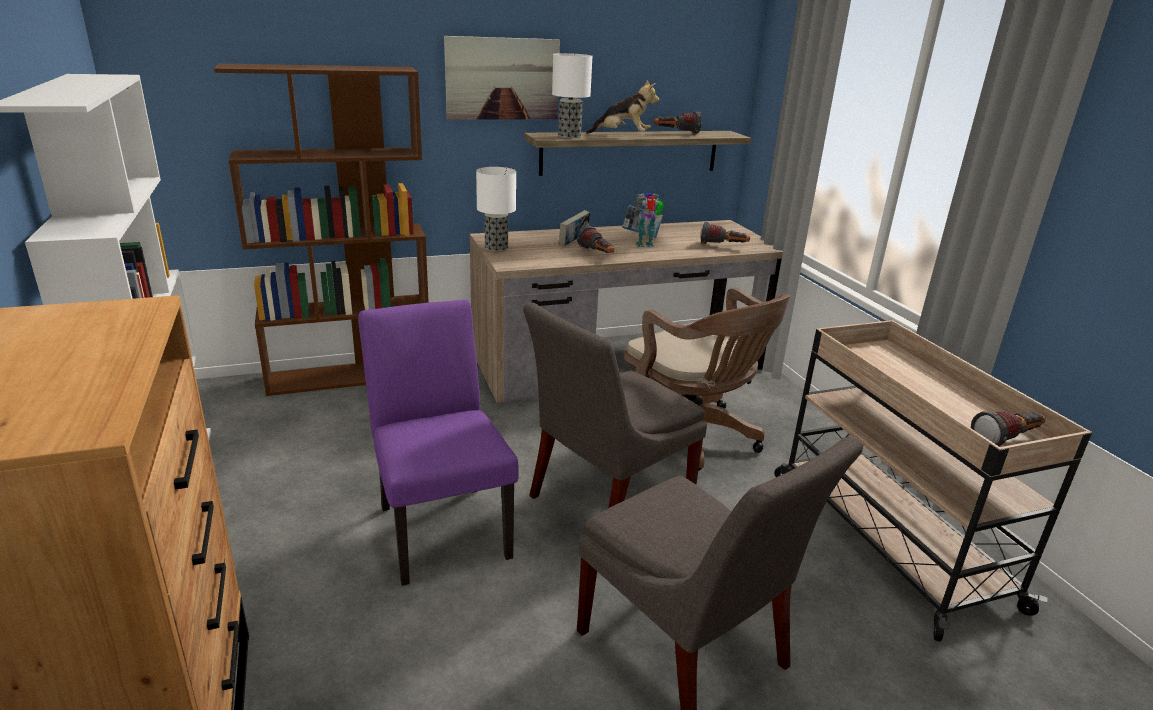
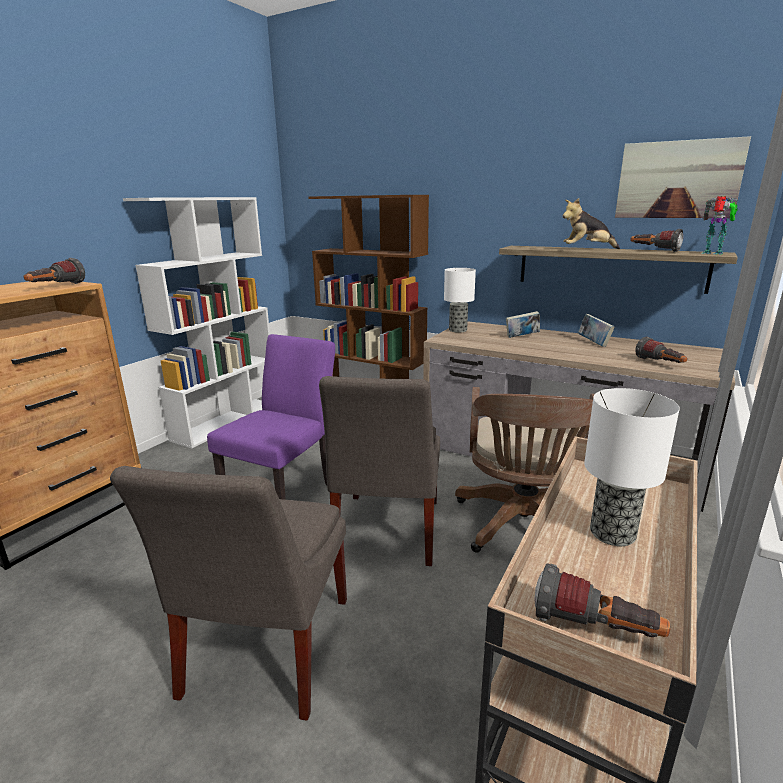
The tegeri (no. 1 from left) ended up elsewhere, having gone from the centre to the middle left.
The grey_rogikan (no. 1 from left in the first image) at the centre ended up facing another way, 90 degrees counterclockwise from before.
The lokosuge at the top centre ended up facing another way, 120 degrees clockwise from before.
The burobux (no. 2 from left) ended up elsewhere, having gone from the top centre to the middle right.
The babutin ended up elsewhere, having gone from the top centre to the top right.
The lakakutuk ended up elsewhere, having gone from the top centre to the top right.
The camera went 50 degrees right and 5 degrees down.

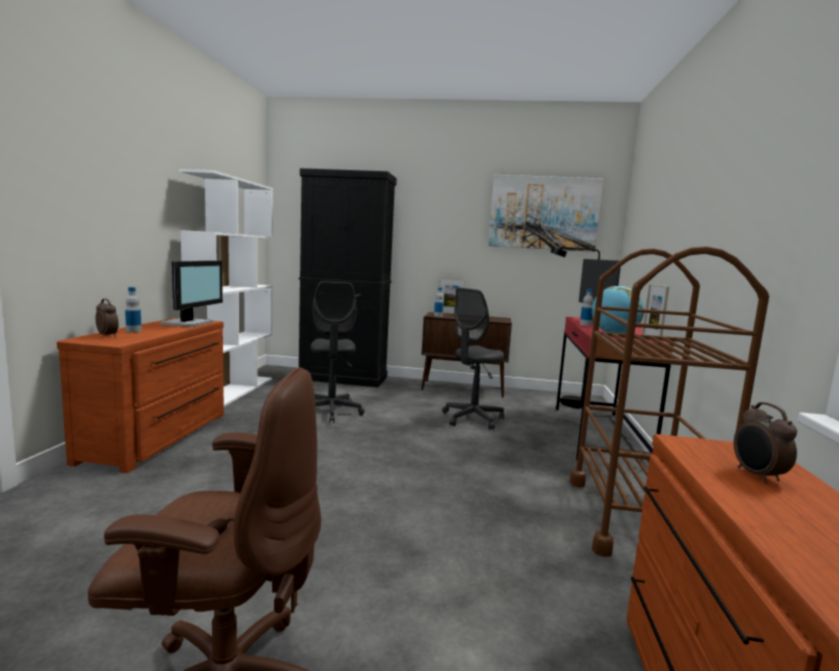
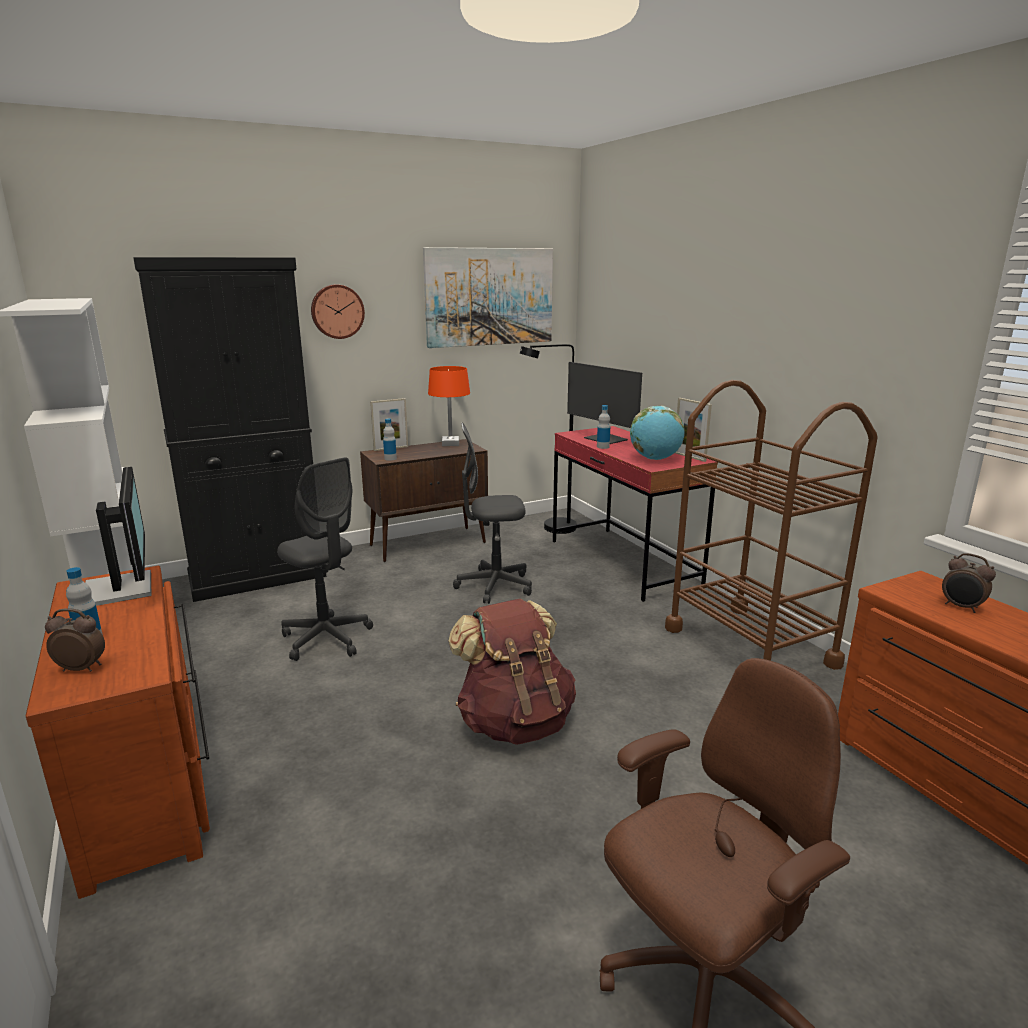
The second view gained the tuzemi at the top left.
The second view gained the orange_burobux at the centre.
The second view gained the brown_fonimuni at the centre.
The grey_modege (no. 2 from left) at the centre ended up facing another way, 75 degrees clockwise from before.
The camera went 35 degrees left and 10 degrees up.

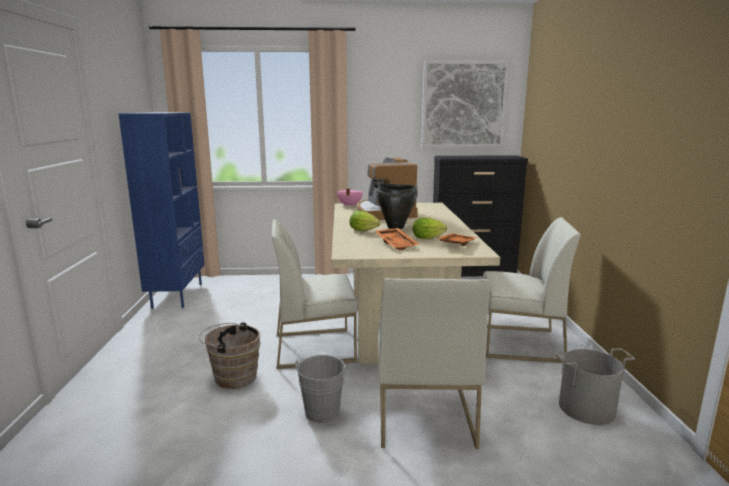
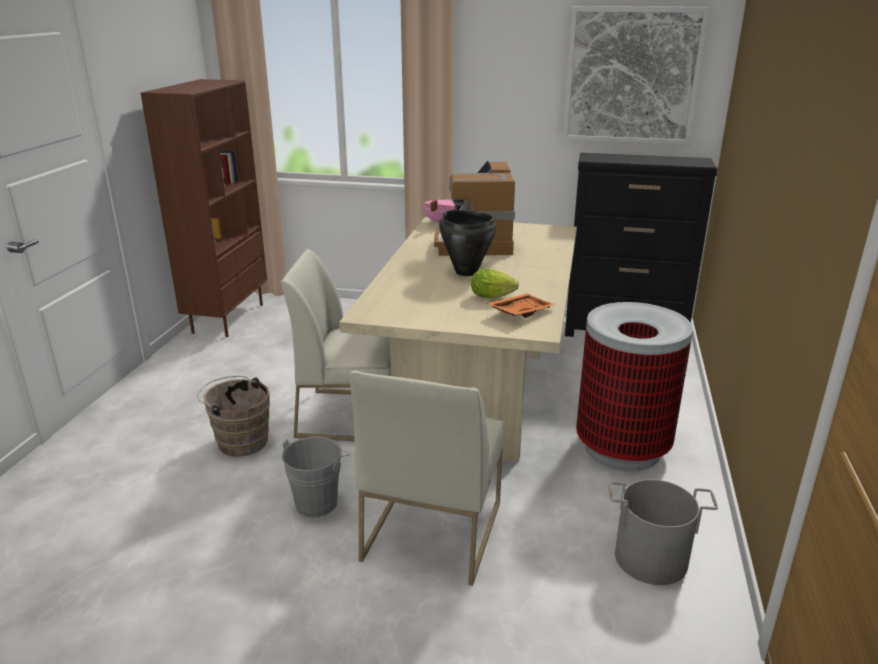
What was the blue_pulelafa at the middle left turned into the brown_pulelafa at the top left.
Where the white_rogikan (no. 3 from left) stood at the middle right, the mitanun came to stand at the middle right.
The second view lost the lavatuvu (no. 1 from left) at the centre.
The second view lost the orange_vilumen (no. 1 from left) at the centre.
The camera went 15 degrees right and 10 degrees up.

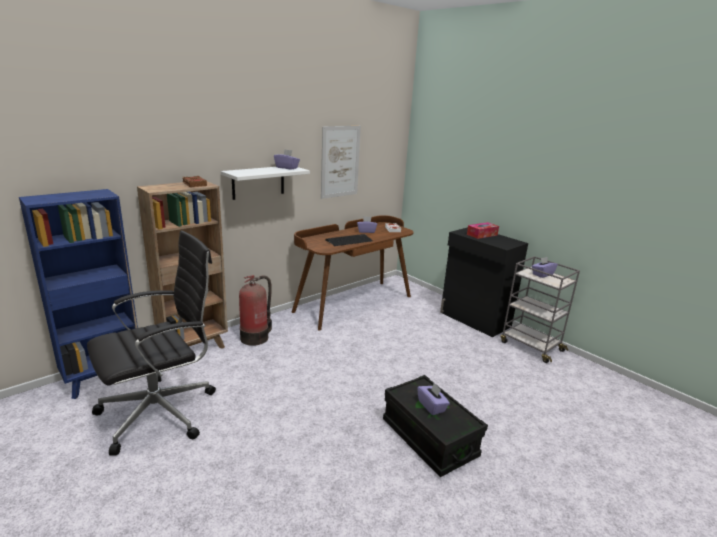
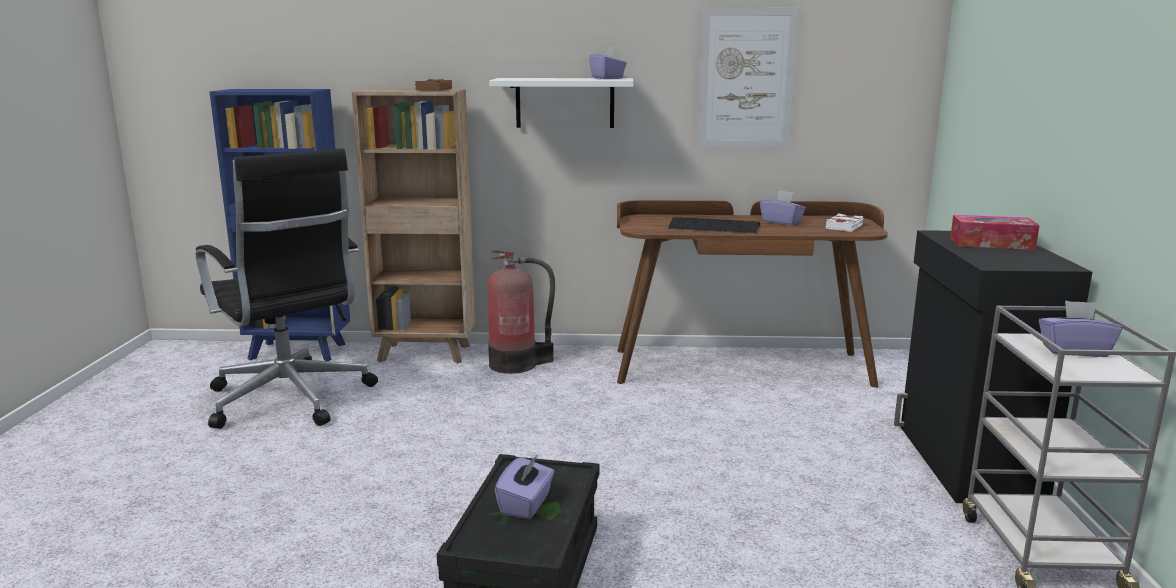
The black_modege at the middle left ended up facing another way, 45 degrees clockwise from before.
The camera went 45 degrees right and 5 degrees down.

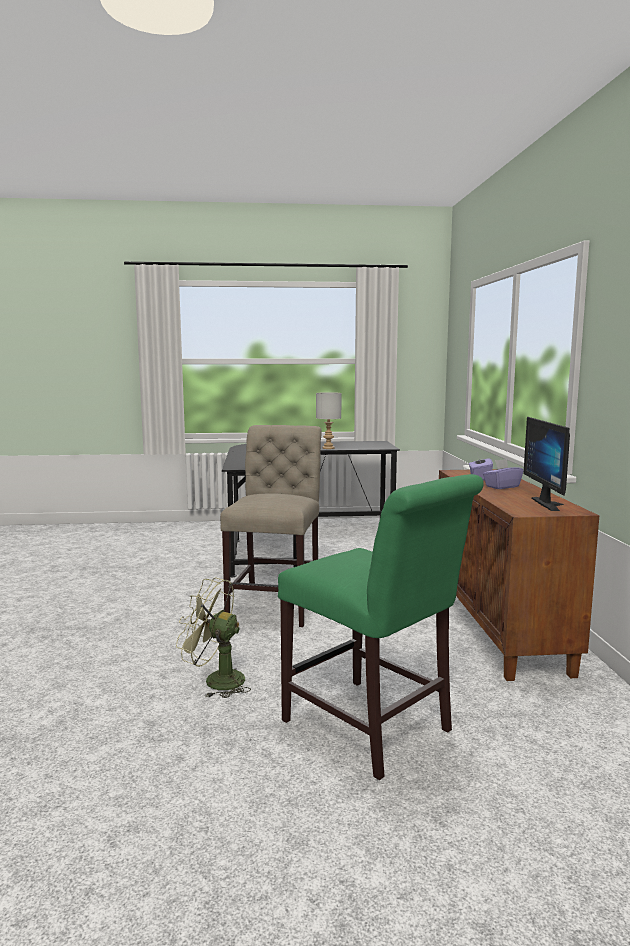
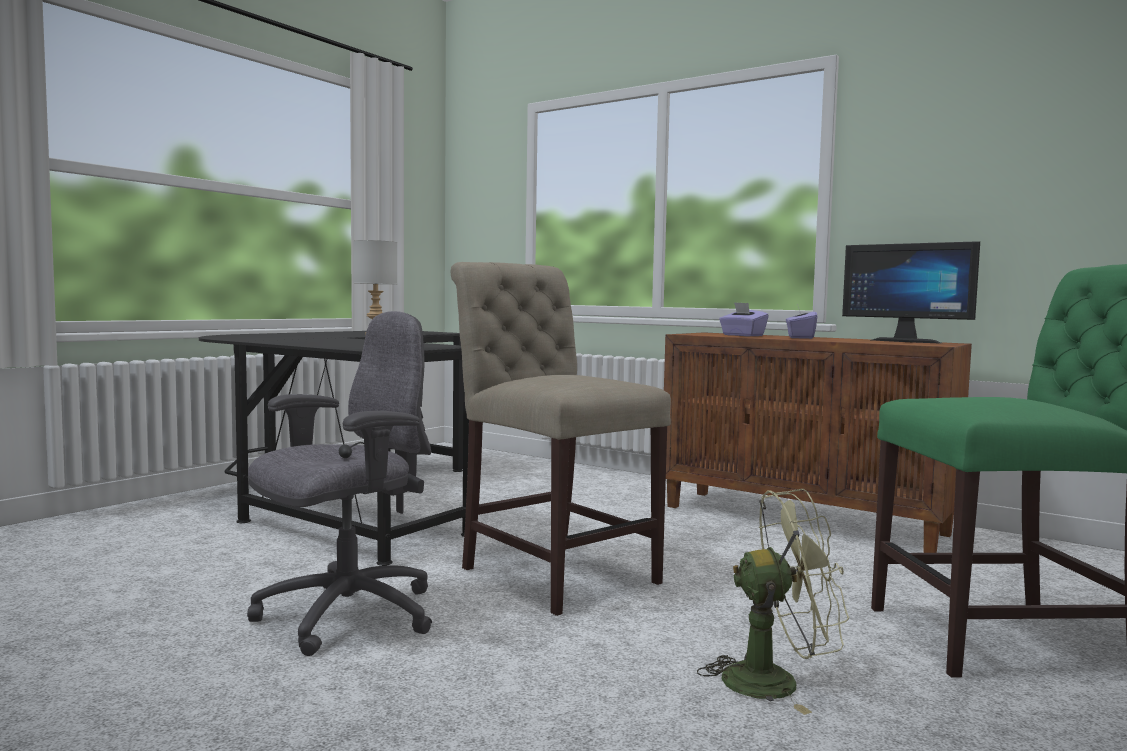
The second view gained the grey_modege at the middle left.
The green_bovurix at the bottom centre ended up facing another way, 150 degrees counterclockwise from before.
The camera went 50 degrees left and 5 degrees down.

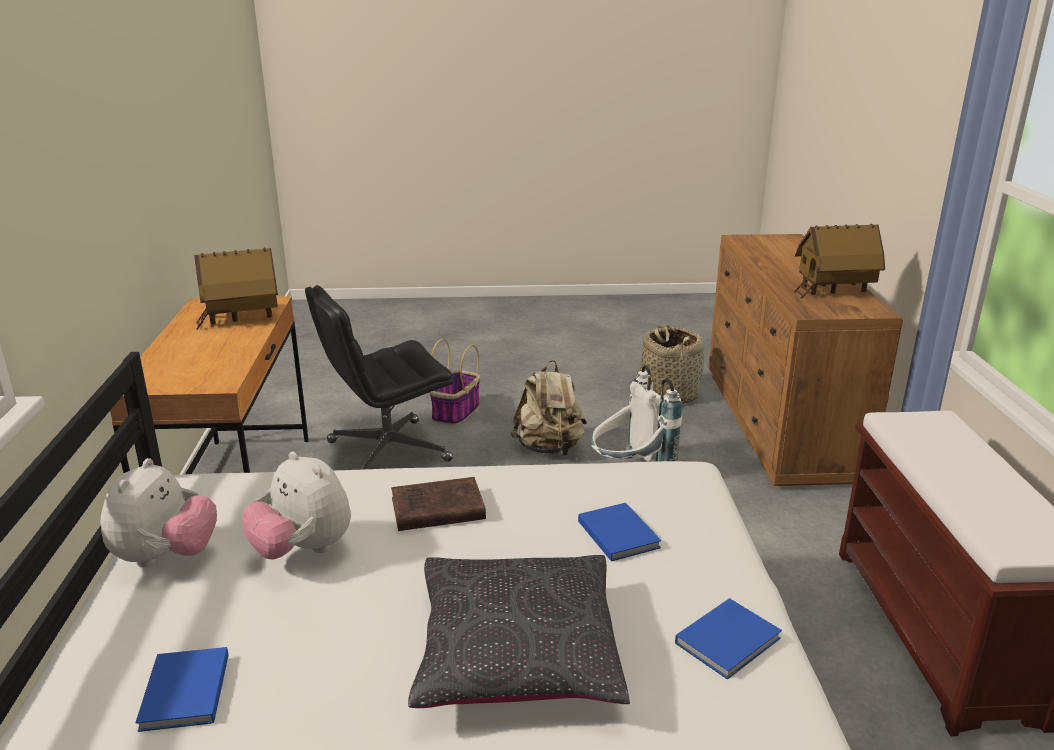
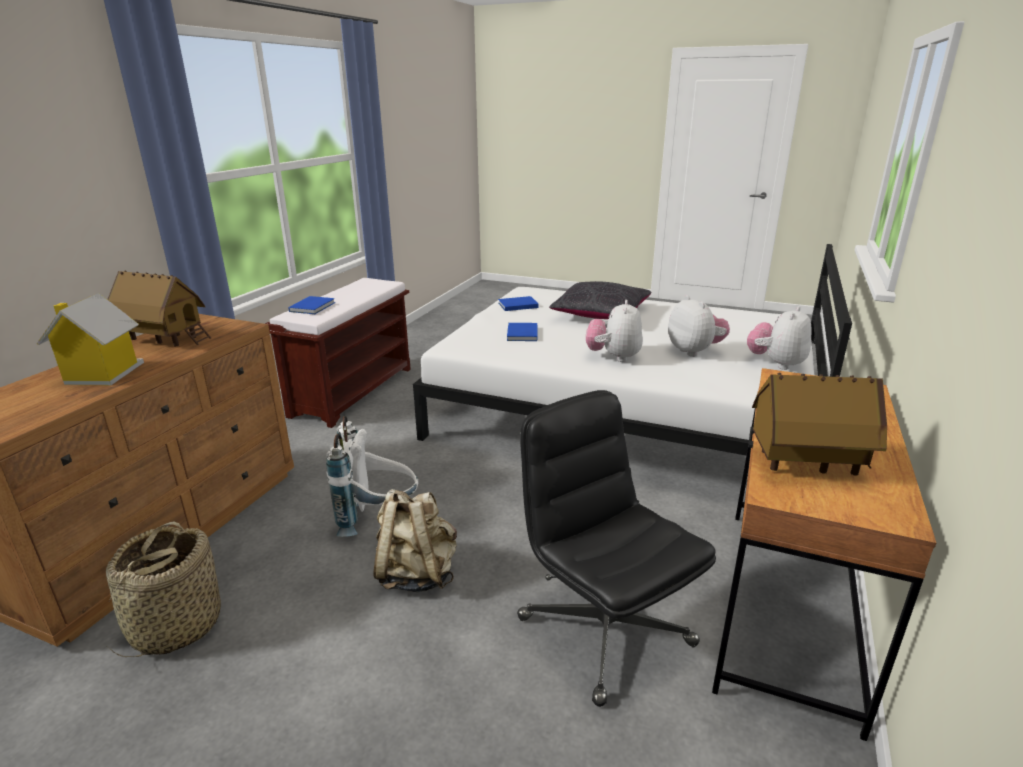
The second view gained the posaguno (no. 1 from left) at the middle left.
The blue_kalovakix (no. 1 from left) ended up elsewhere, having gone from the bottom left to the middle left.
The black_modege at the centre ended up facing another way, 120 degrees counterclockwise from before.
Where the brown_kalovakix stood at the bottom centre, the lokosuge (no. 1 from left) came to stand at the centre.
The second view lost the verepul (no. 1 from left) at the centre.
The camera went 155 degrees left and 0 degrees up.

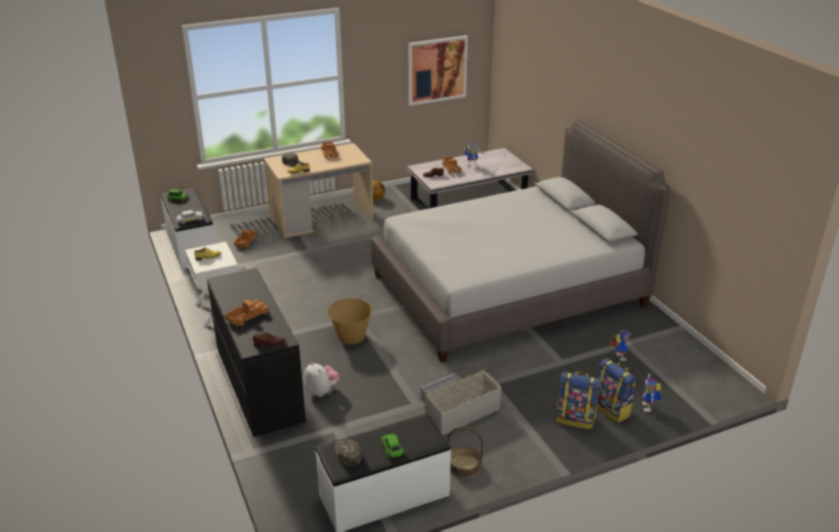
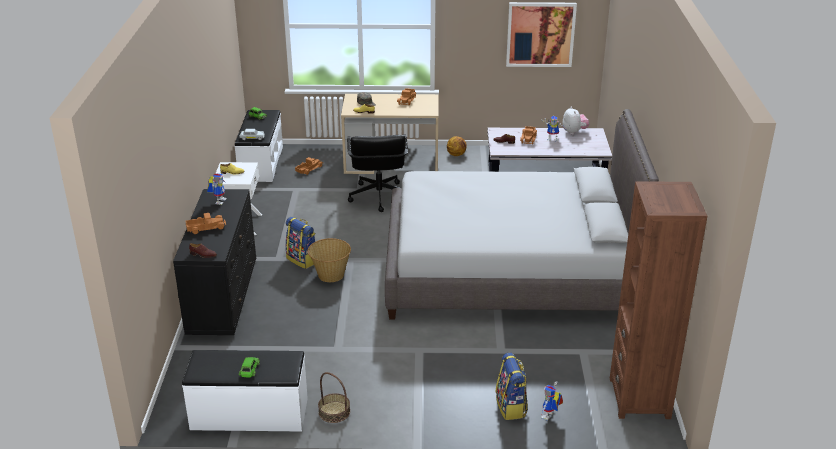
The lakakutuk (no. 2 from left in the first image) ended up elsewhere, having gone from the middle right to the middle left.
The fonimuni (no. 1 from left) ended up elsewhere, having gone from the bottom right to the centre.
The second view gained the black_modege at the centre.
The lokosuge ended up elsewhere, having gone from the bottom centre to the top right.
The second view gained the brown_pulelafa at the bottom right.
The second view lost the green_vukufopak (no. 2 from left) at the bottom centre.
The second view lost the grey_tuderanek at the bottom centre.
The camera went 25 degrees right and 0 degrees up.

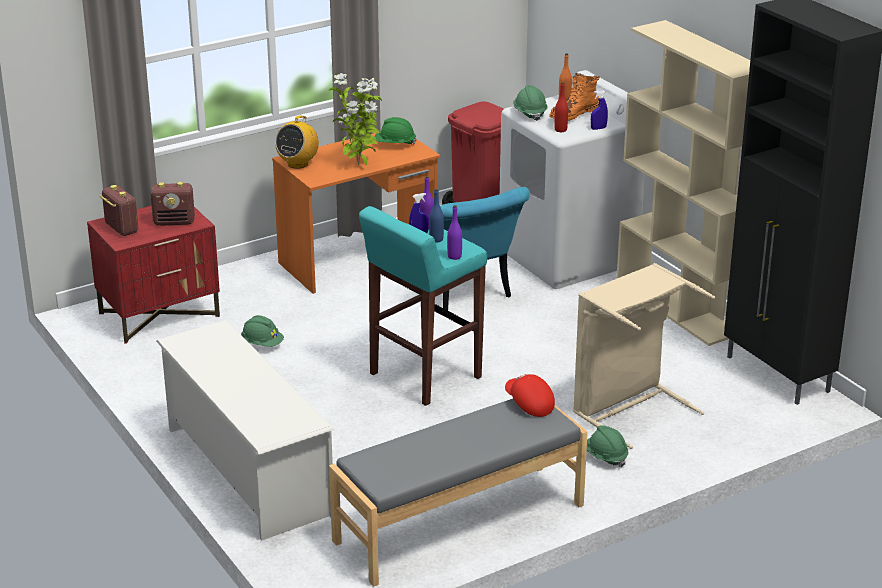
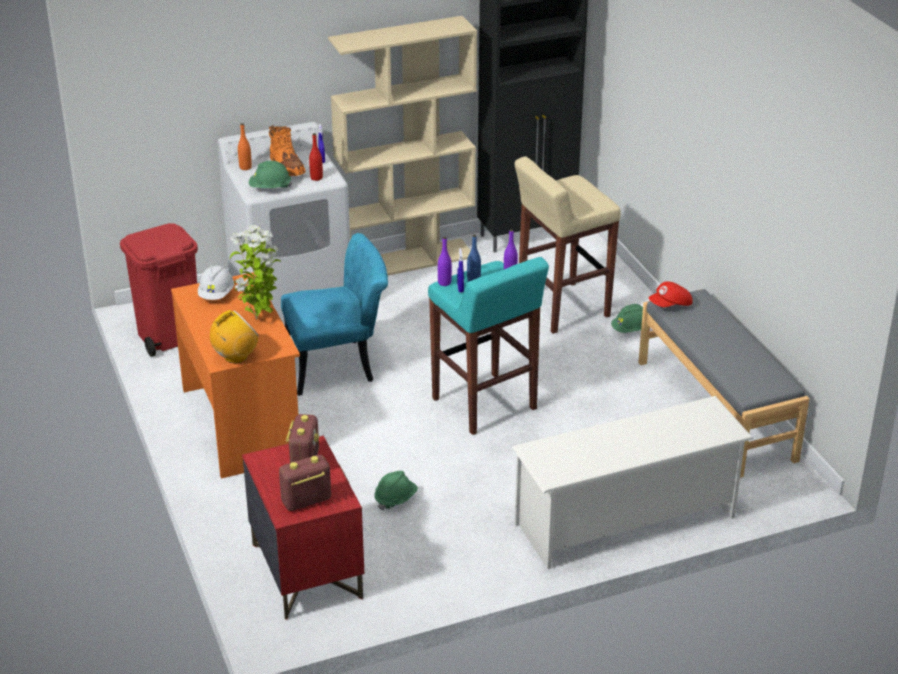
What was the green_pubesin (no. 2 from left) at the top centre turned into the white_pubesin at the middle left.
The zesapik (no. 3 from left in the first image) at the top centre ended up facing another way, 75 degrees counterclockwise from before.
Where the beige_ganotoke stood at the middle right, the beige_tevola came to stand at the centre.
The camera went 80 degrees left and 5 degrees up.

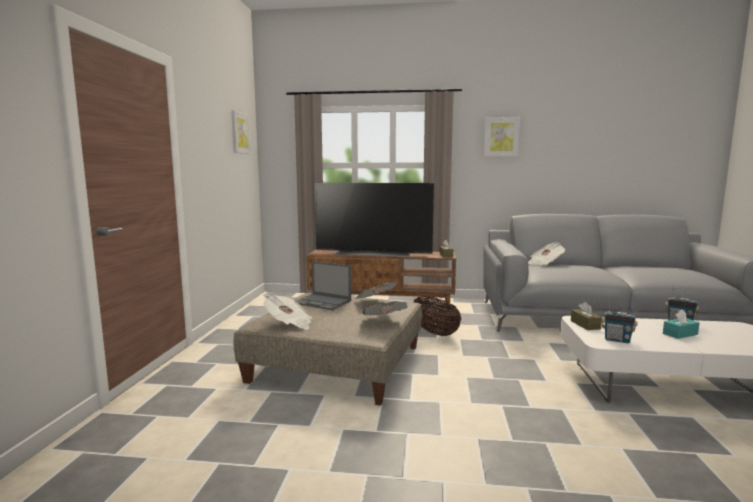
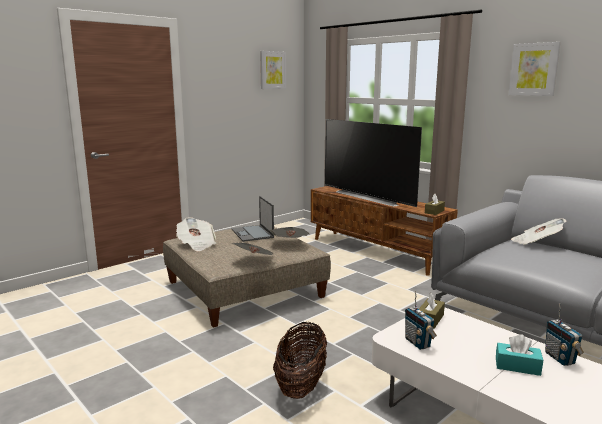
The verepul ended up elsewhere, having gone from the centre to the bottom centre.
The camera went 40 degrees right and 5 degrees up.

